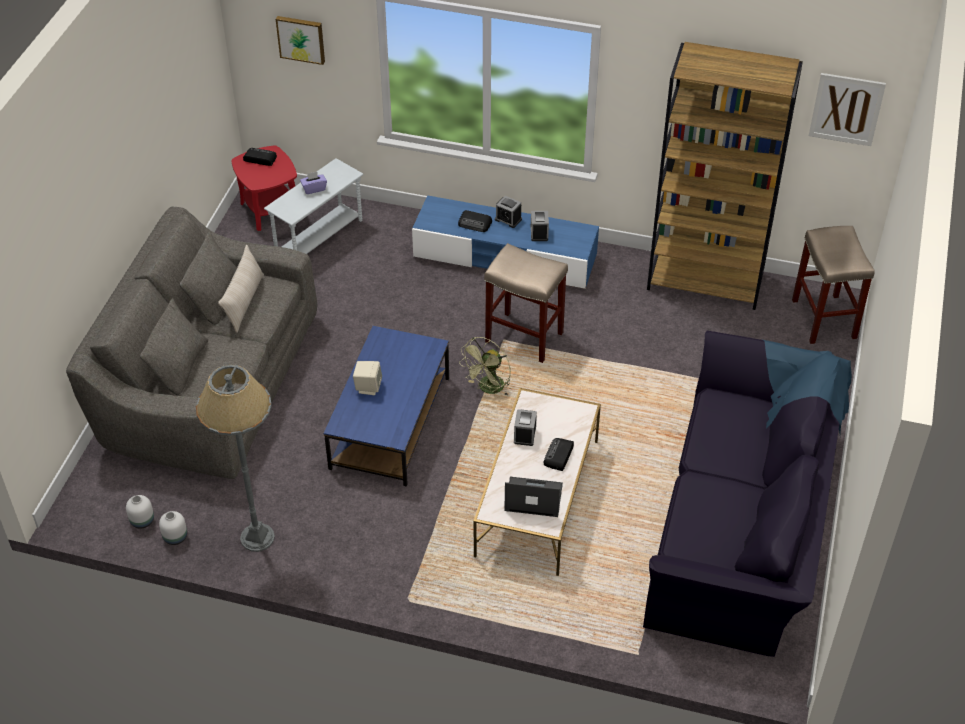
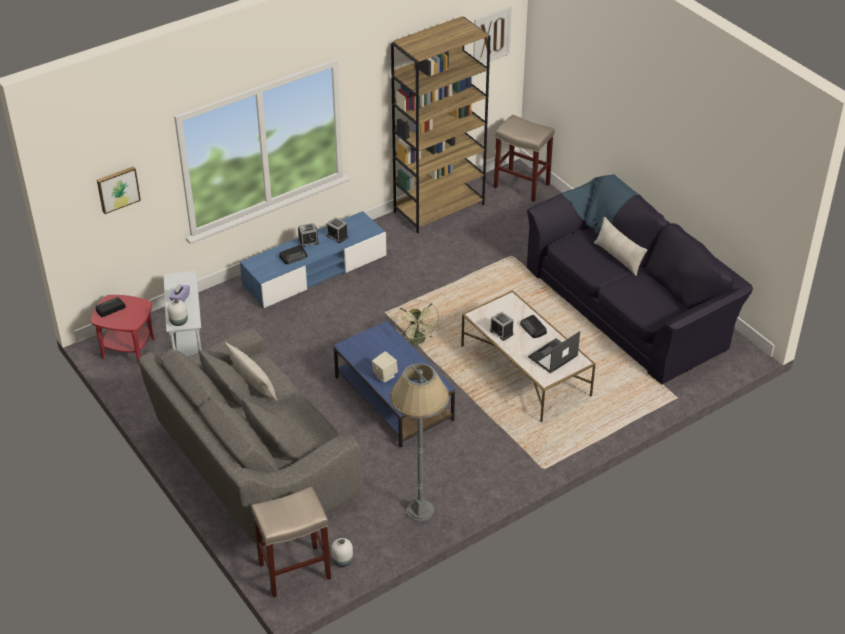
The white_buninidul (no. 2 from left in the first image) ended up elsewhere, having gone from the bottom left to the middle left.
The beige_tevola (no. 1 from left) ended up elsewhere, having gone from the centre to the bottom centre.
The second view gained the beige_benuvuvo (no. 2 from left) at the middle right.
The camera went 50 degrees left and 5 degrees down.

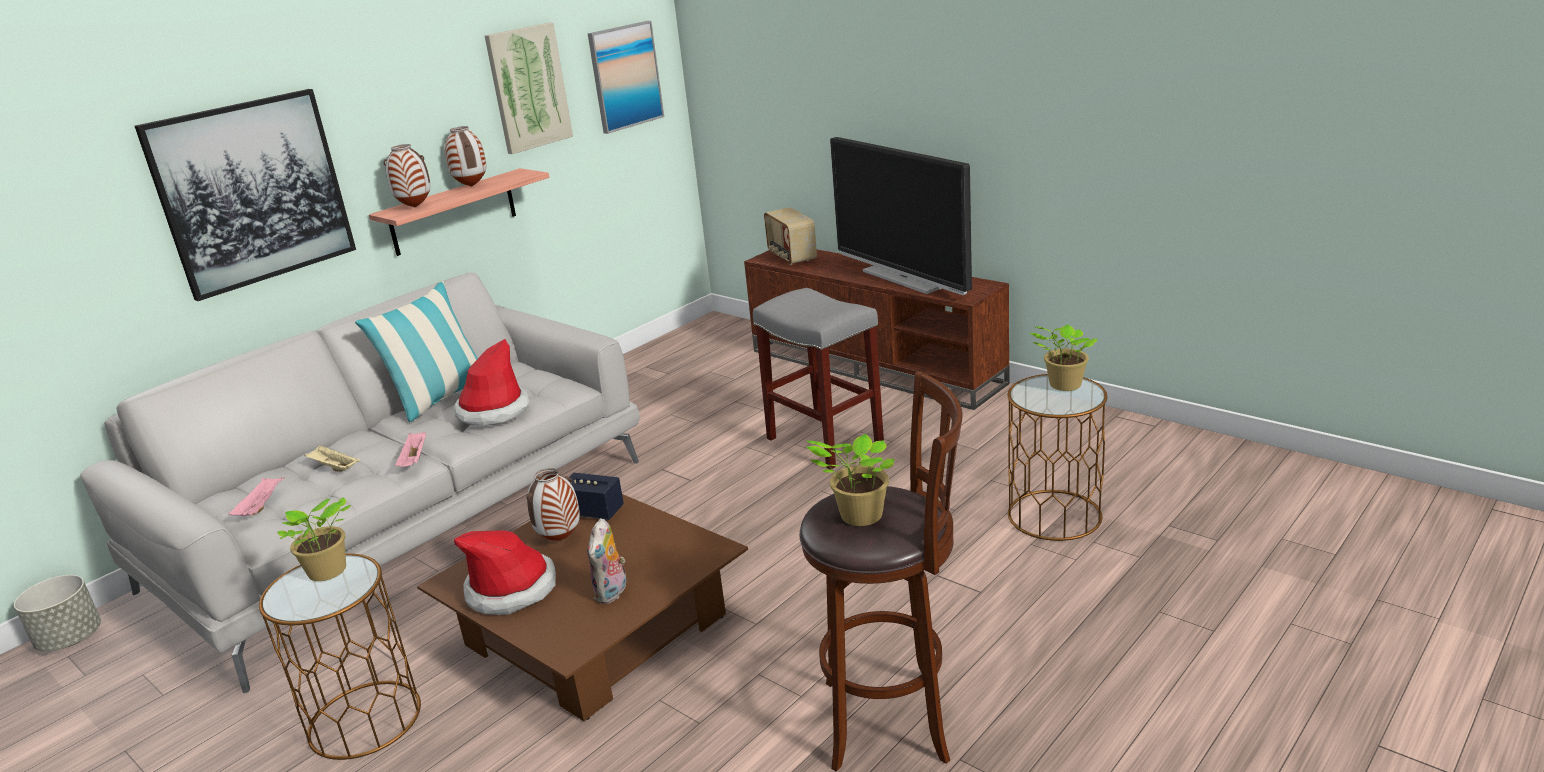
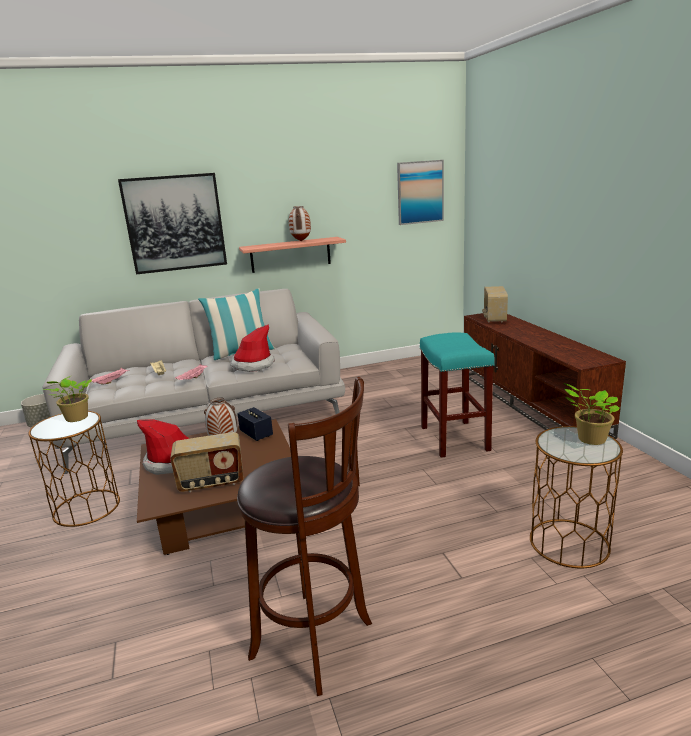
Where the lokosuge stood at the bottom centre, the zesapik (no. 1 from left) came to stand at the middle left.
What was the grey_tevola at the centre turned into the turquoise_tevola at the centre.
The second view lost the buninidul (no. 1 from left) at the top left.
The second view lost the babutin (no. 2 from left) at the top centre.
The second view lost the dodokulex (no. 2 from left) at the centre.
The second view lost the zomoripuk at the top centre.
The camera went 30 degrees right and 5 degrees down.

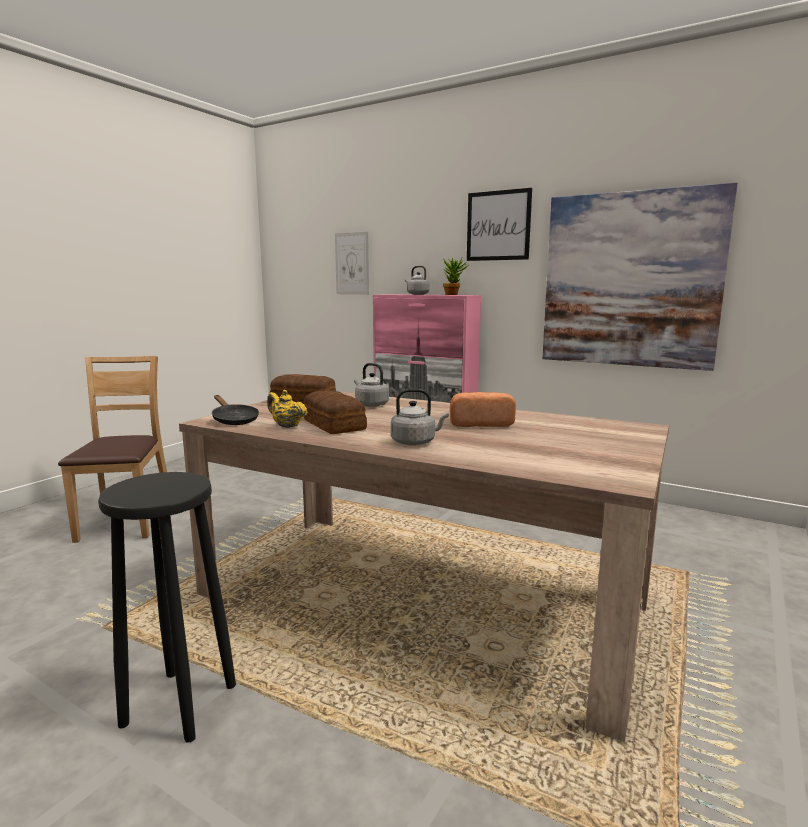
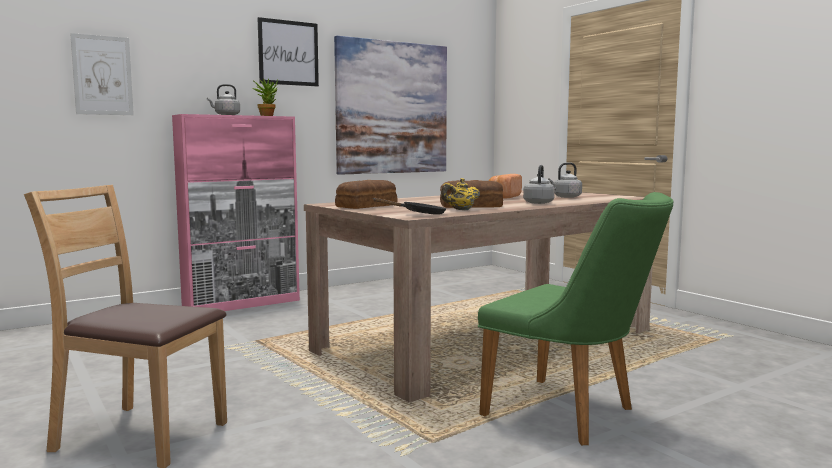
Where the black_tevola stood at the bottom left, the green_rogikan came to stand at the bottom right.
The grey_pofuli (no. 1 from left in the first image) ended up elsewhere, having gone from the centre to the middle right.
The camera went 65 degrees left and 5 degrees down.

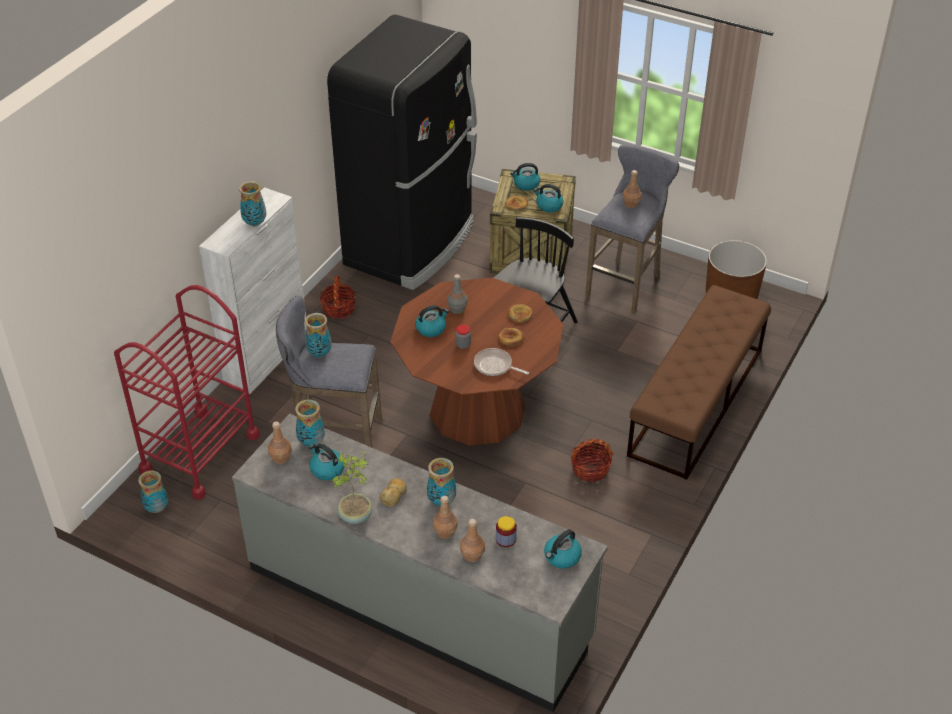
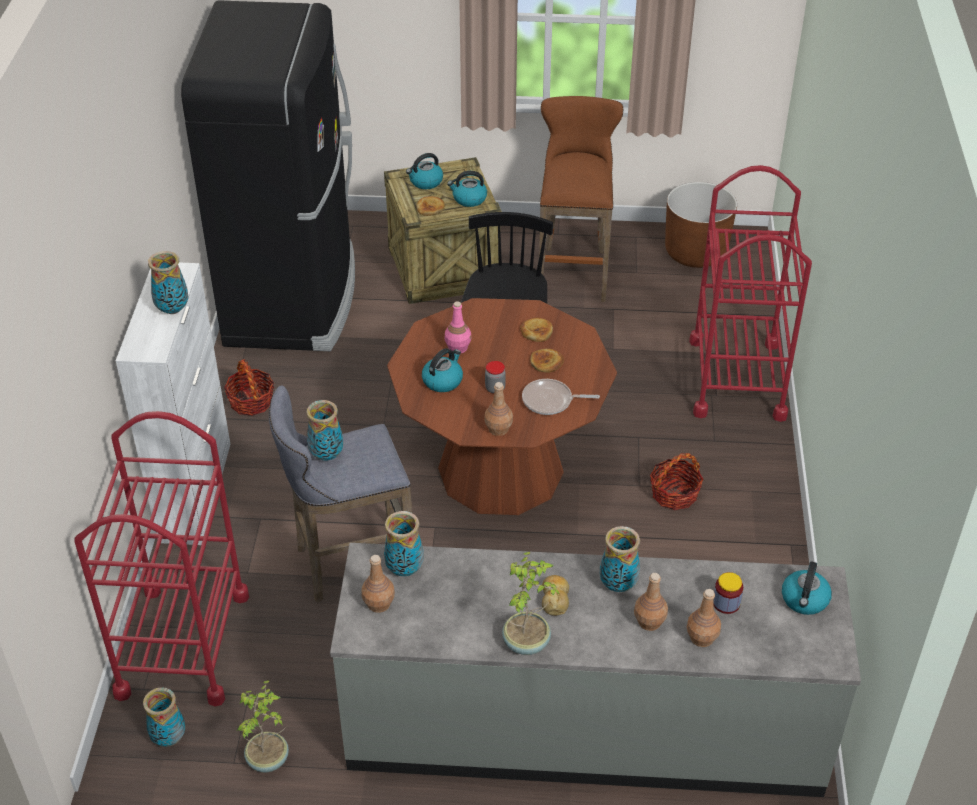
The second view gained the dodokulex (no. 1 from left) at the bottom left.
What was the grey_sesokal at the centre turned into the pink_sesokal at the centre.
The brown_sesokal (no. 4 from left in the first image) ended up elsewhere, having gone from the top centre to the centre.
What was the grey_tevola (no. 2 from left) at the top centre turned into the brown_tevola at the top centre.
Where the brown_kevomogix stood at the middle right, the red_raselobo (no. 2 from left) came to stand at the middle right.
The second view lost the pofuli (no. 1 from left) at the centre.
The camera went 25 degrees left and 0 degrees up.

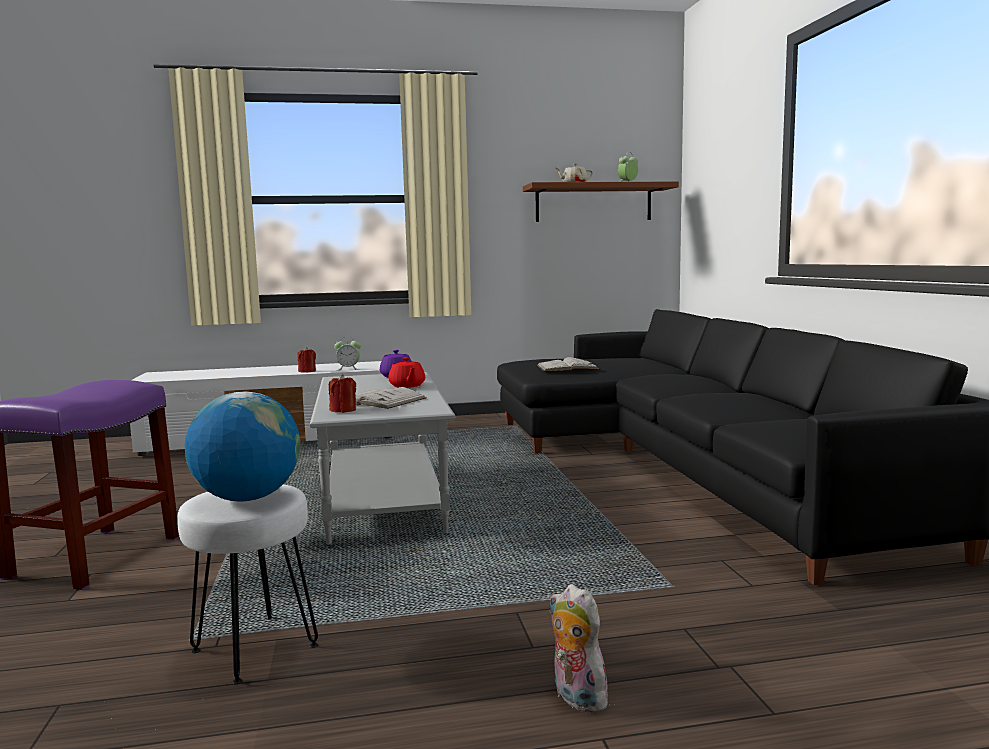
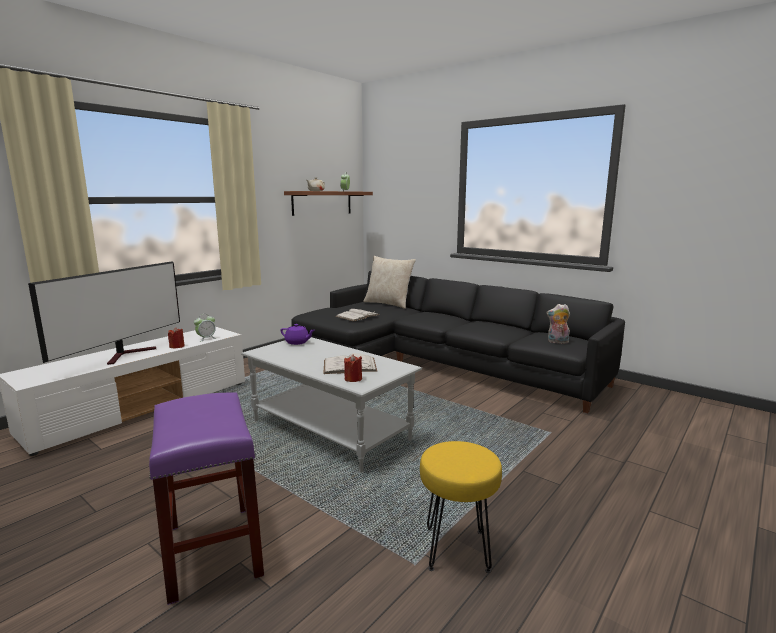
The second view gained the zomoripuk at the middle left.
The second view gained the beige_benuvuvo at the centre.
What was the white_tevola at the bottom left turned into the yellow_tevola at the bottom centre.
The lokosuge ended up elsewhere, having gone from the bottom centre to the middle right.
The second view lost the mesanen at the middle left.
The second view lost the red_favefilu at the centre.
The camera went 40 degrees left and 5 degrees up.

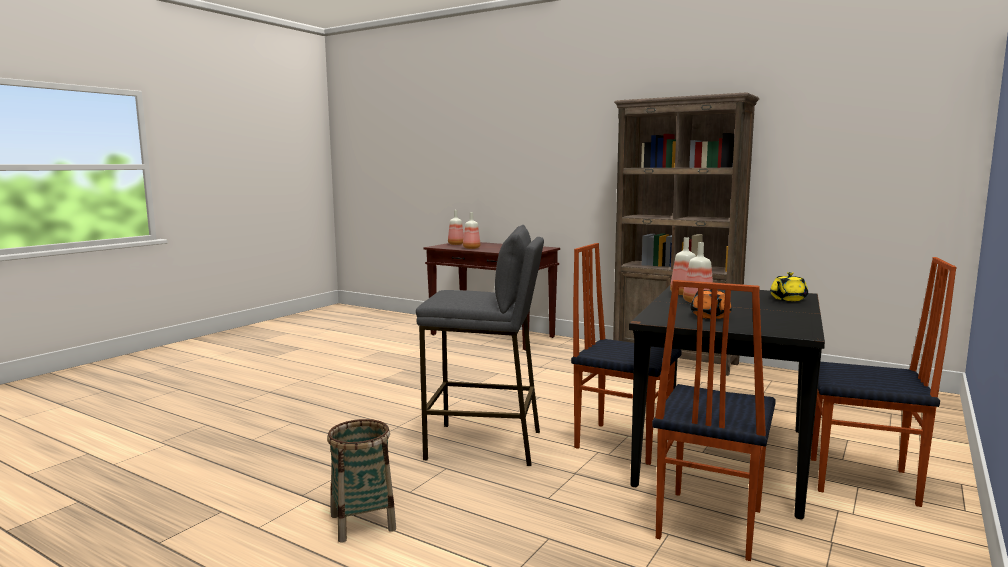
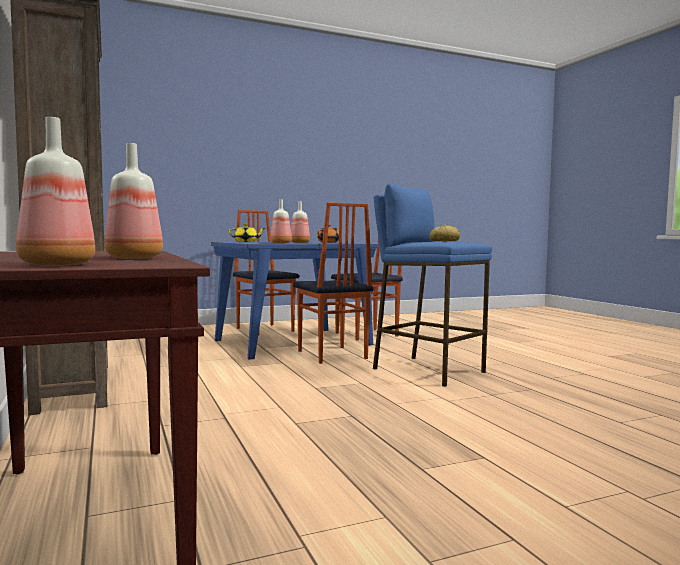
What was the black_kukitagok at the bottom right turned into the blue_kukitagok at the centre.
What was the grey_tevola at the centre turned into the blue_tevola at the centre.
The second view gained the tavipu at the centre.
The second view lost the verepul at the bottom centre.
The camera went 145 degrees left and 5 degrees down.

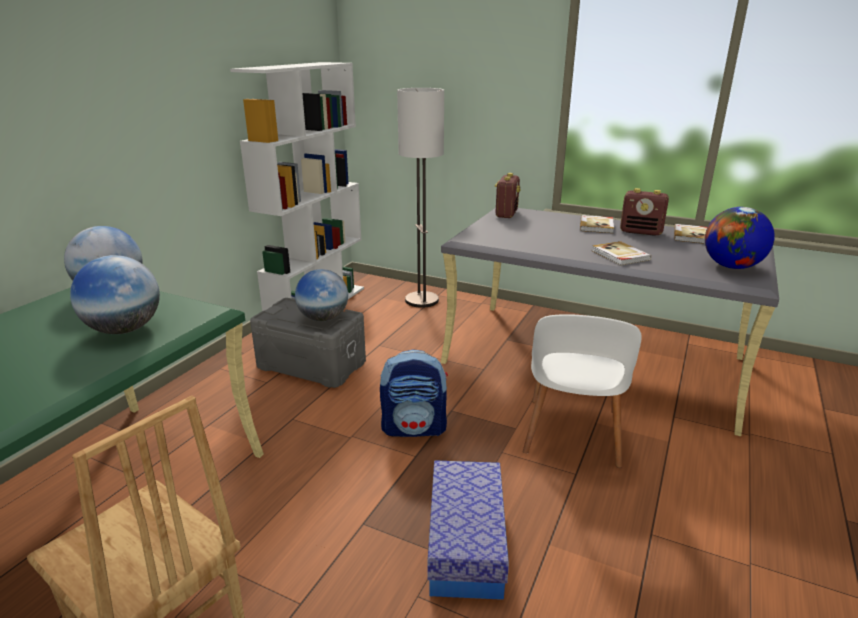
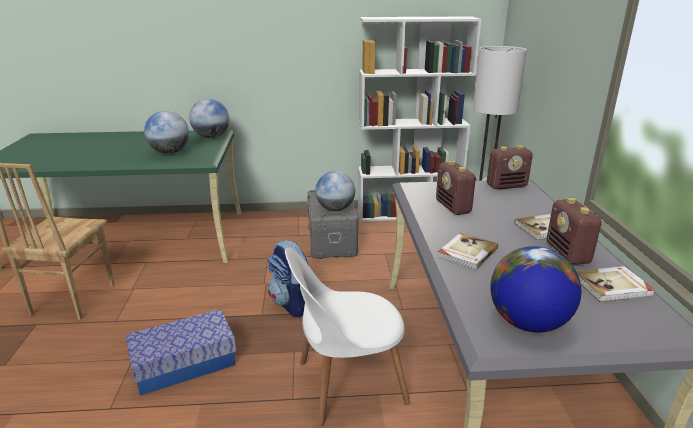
The second view gained the zesapik (no. 1 from left) at the centre.
The camera went 60 degrees right and 0 degrees up.

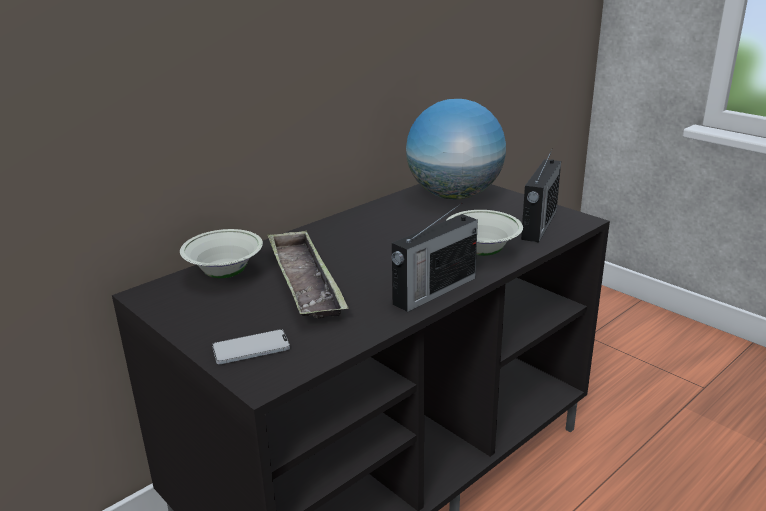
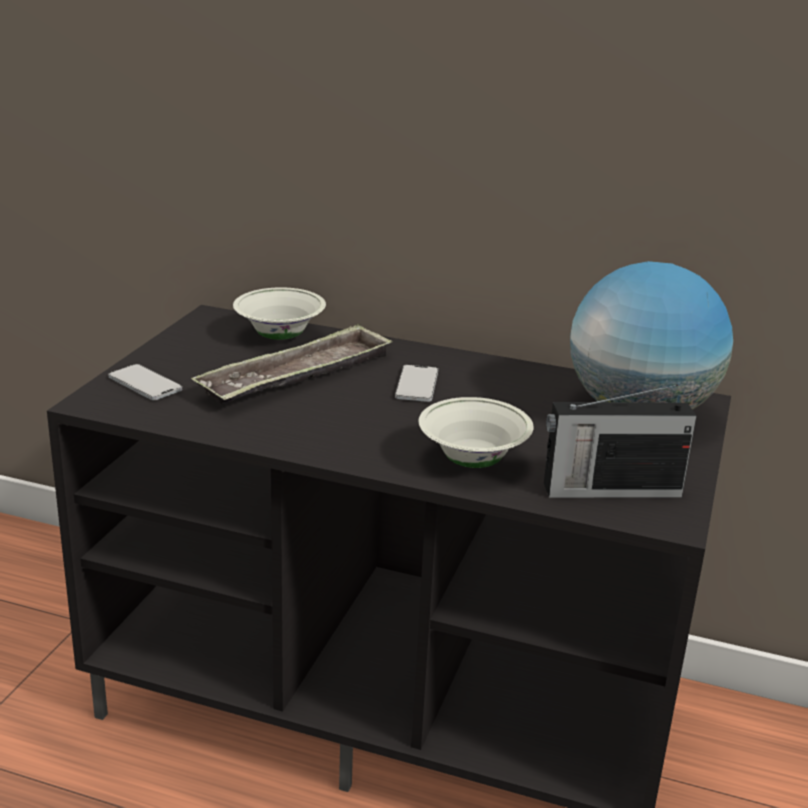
The second view gained the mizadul (no. 2 from left) at the centre.
The second view lost the zesapik (no. 1 from left) at the centre.
The camera went 60 degrees right and 0 degrees up.

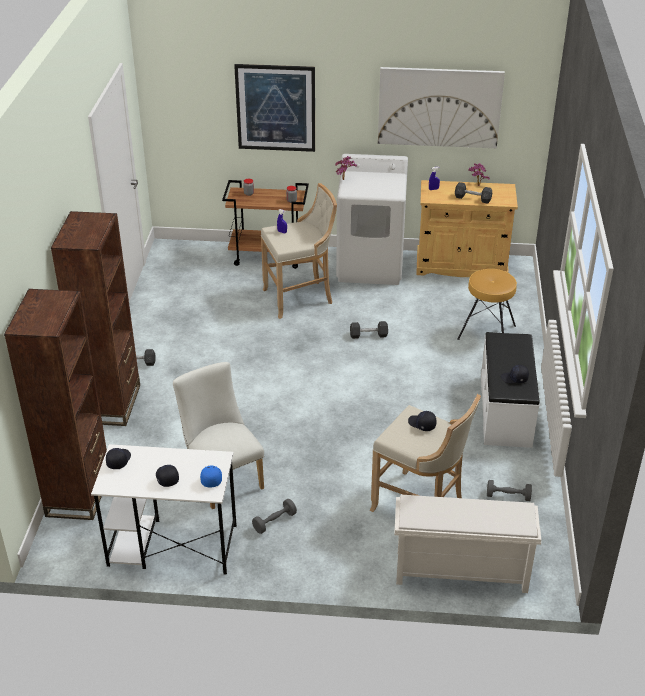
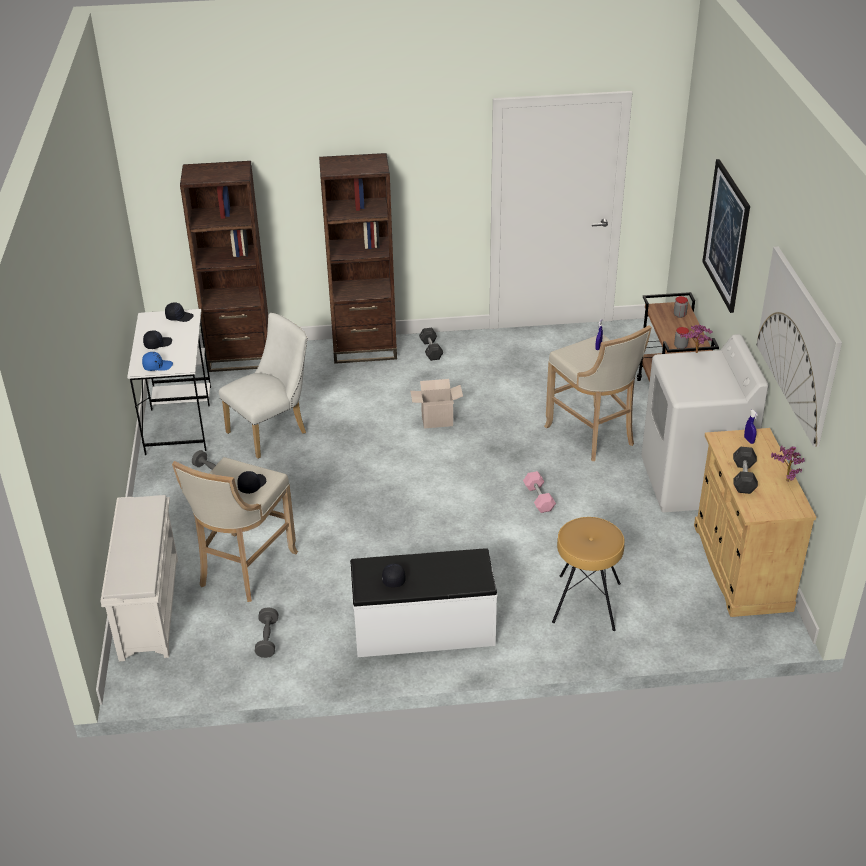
The second view gained the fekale at the centre.
What was the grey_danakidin (no. 3 from left) at the centre turned into the pink_danakidin at the centre.
The camera went 80 degrees right and 0 degrees up.

